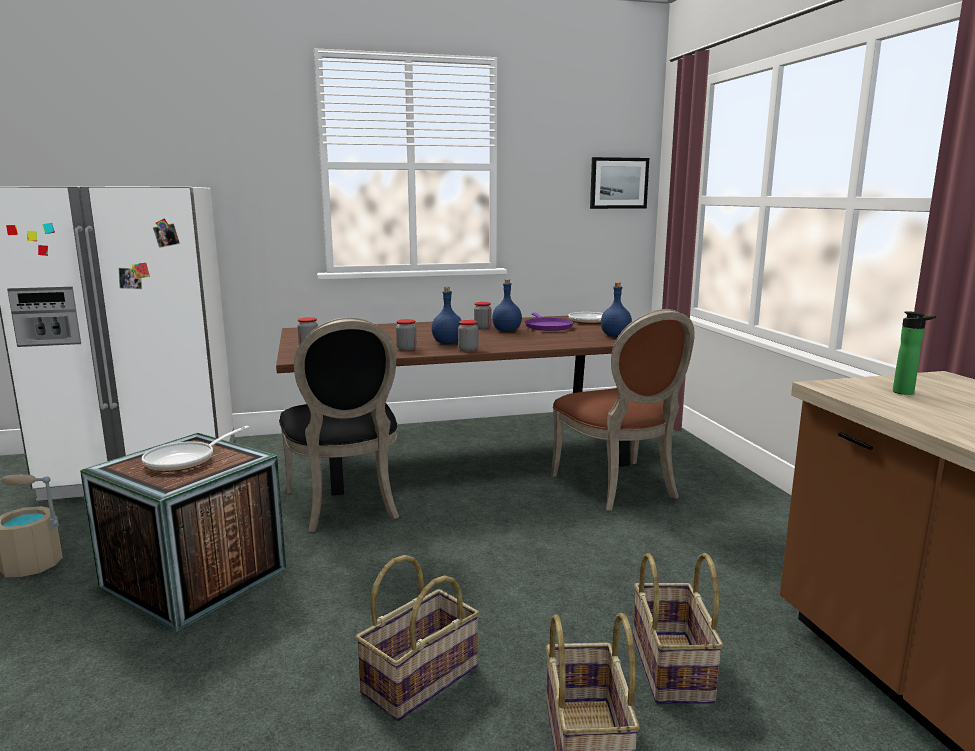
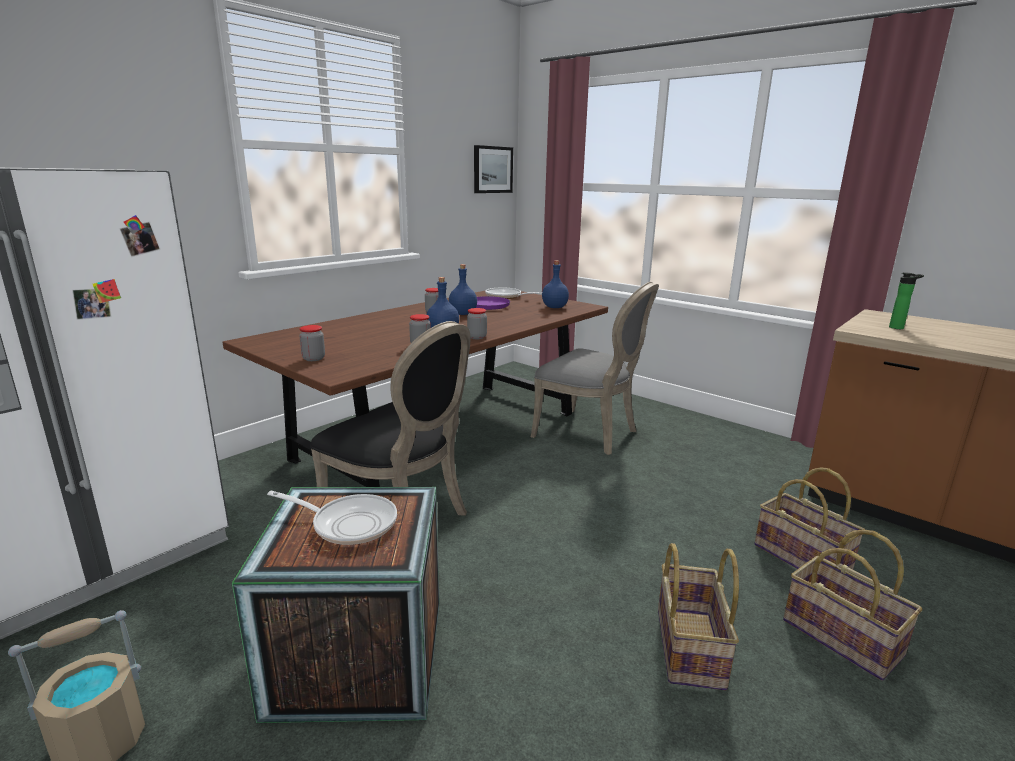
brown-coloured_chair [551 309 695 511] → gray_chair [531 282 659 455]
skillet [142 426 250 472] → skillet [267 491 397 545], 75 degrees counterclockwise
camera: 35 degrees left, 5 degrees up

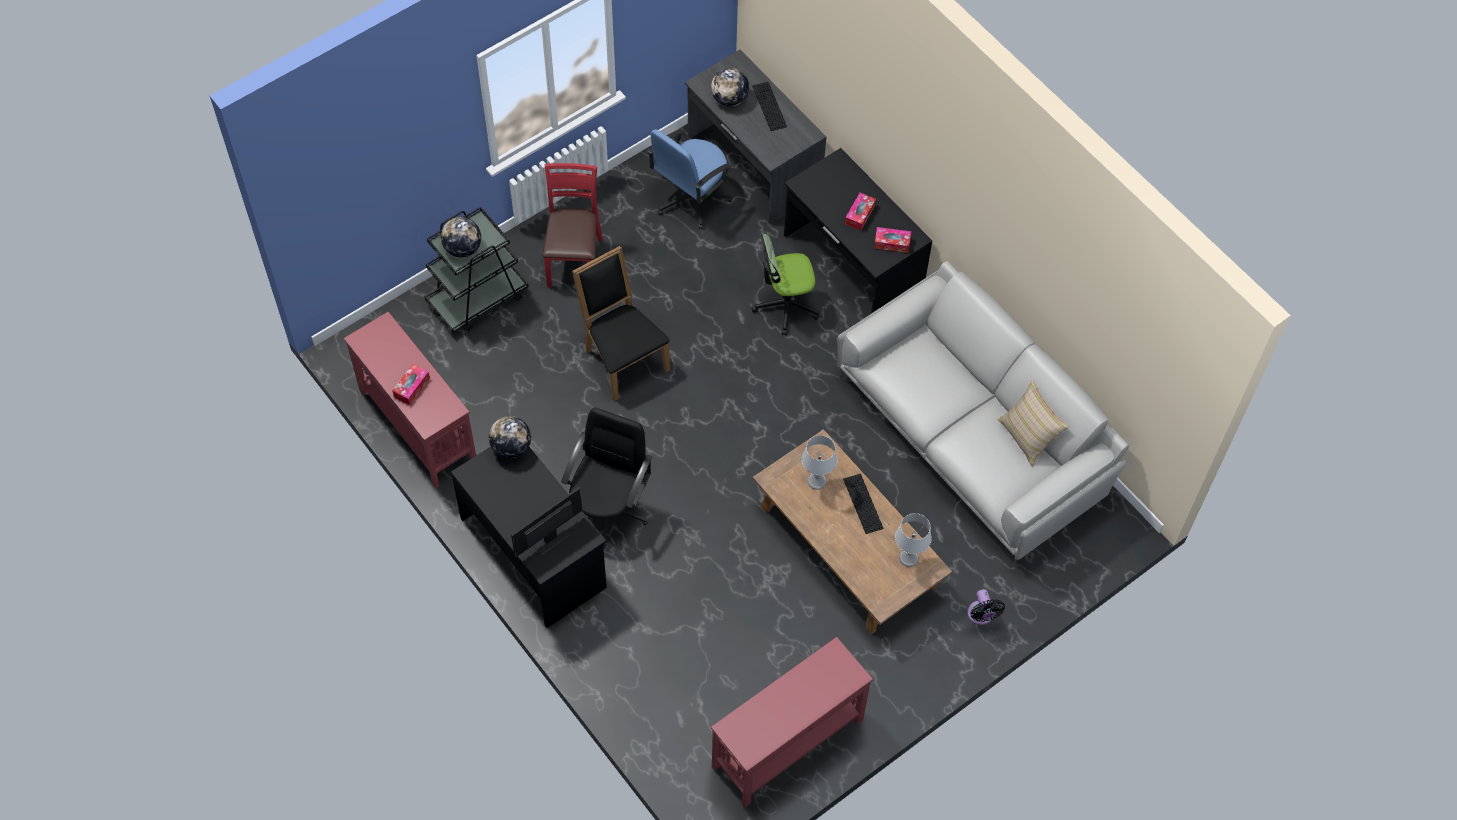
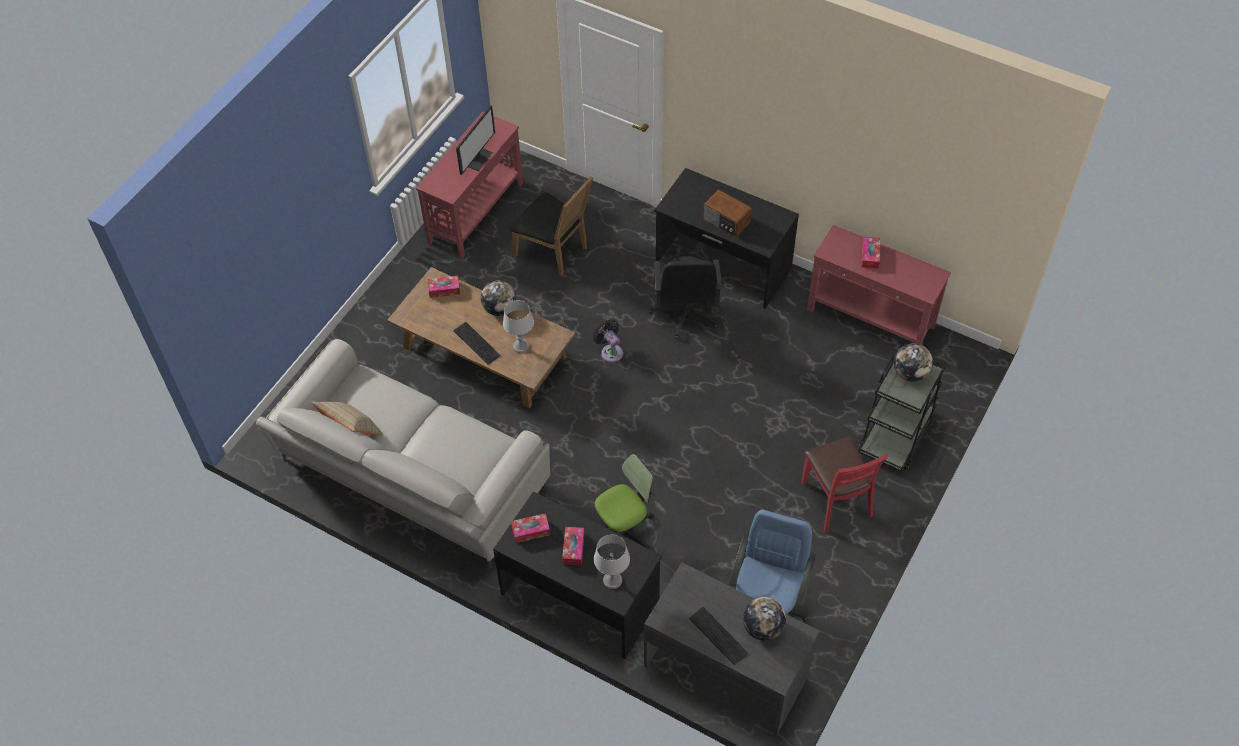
black_chair [572 246 670 401] → black_chair [511 176 593 276], shifted
globe [489 416 531 459] → globe [481 280 516 316], shifted
computer_display [511 487 582 557] → computer_display [456 105 495 175], shifted
gray_tabletop_lamp [895 513 932 567] → gray_tabletop_lamp [594 534 630 589], shifted
black_fan [967 589 1005 625] → black_fan [593 320 623 363], shifted
- → radio_receiver [703 190 752 238]
- → tissue_box [428 276 460 298]
camera: 160 degrees right, 5 degrees down

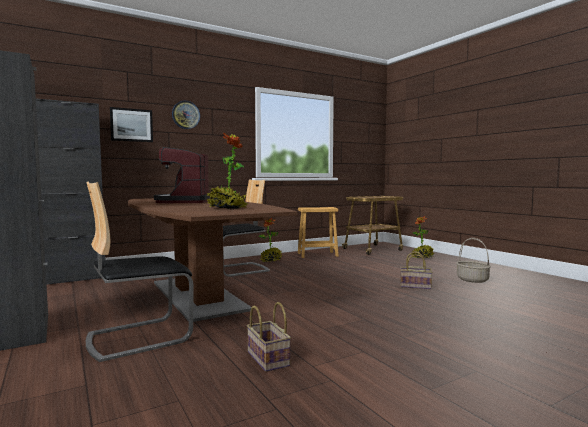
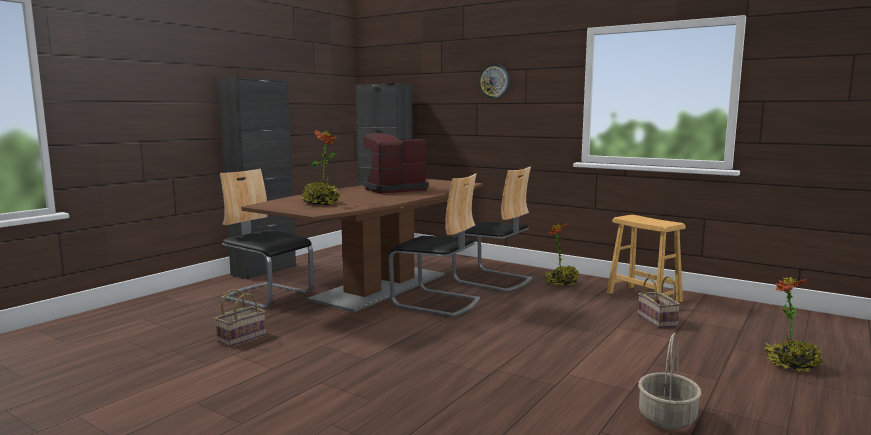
picture [110 107 153 142] → -
wheeled_cart [340 196 403 255] → -
basket [400 251 433 289] → basket [638 276 680 328], shifted
- → chair [389 173 480 317]
camera: 65 degrees right, 5 degrees up

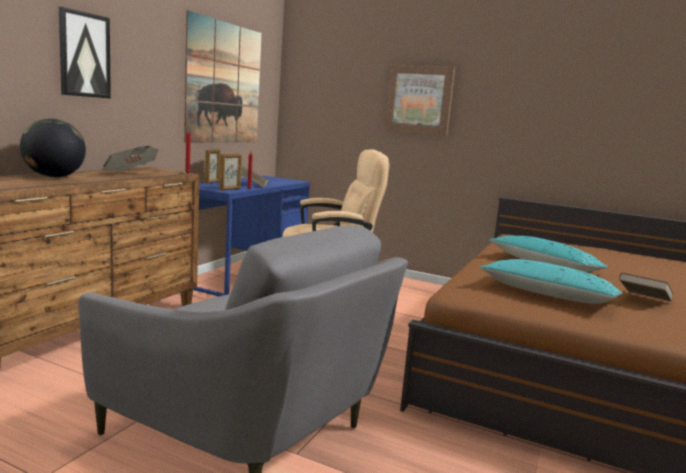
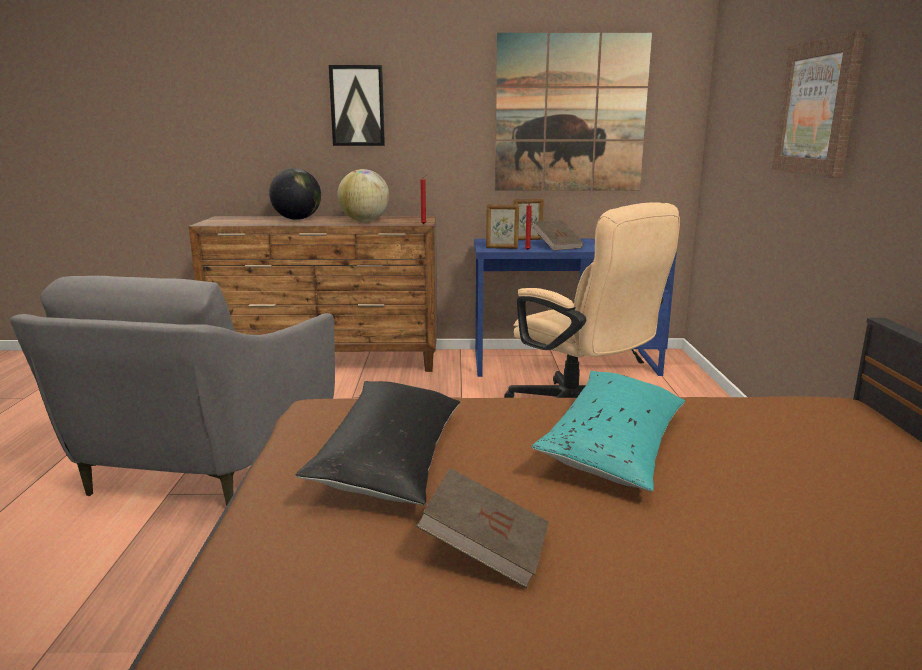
daily_paper [102 146 159 171] → globe [337 169 390 222]
blue-green_throw_pillow [479 259 622 304] → black_throw_pillow [295 381 460 505]
camera: 65 degrees right, 5 degrees up

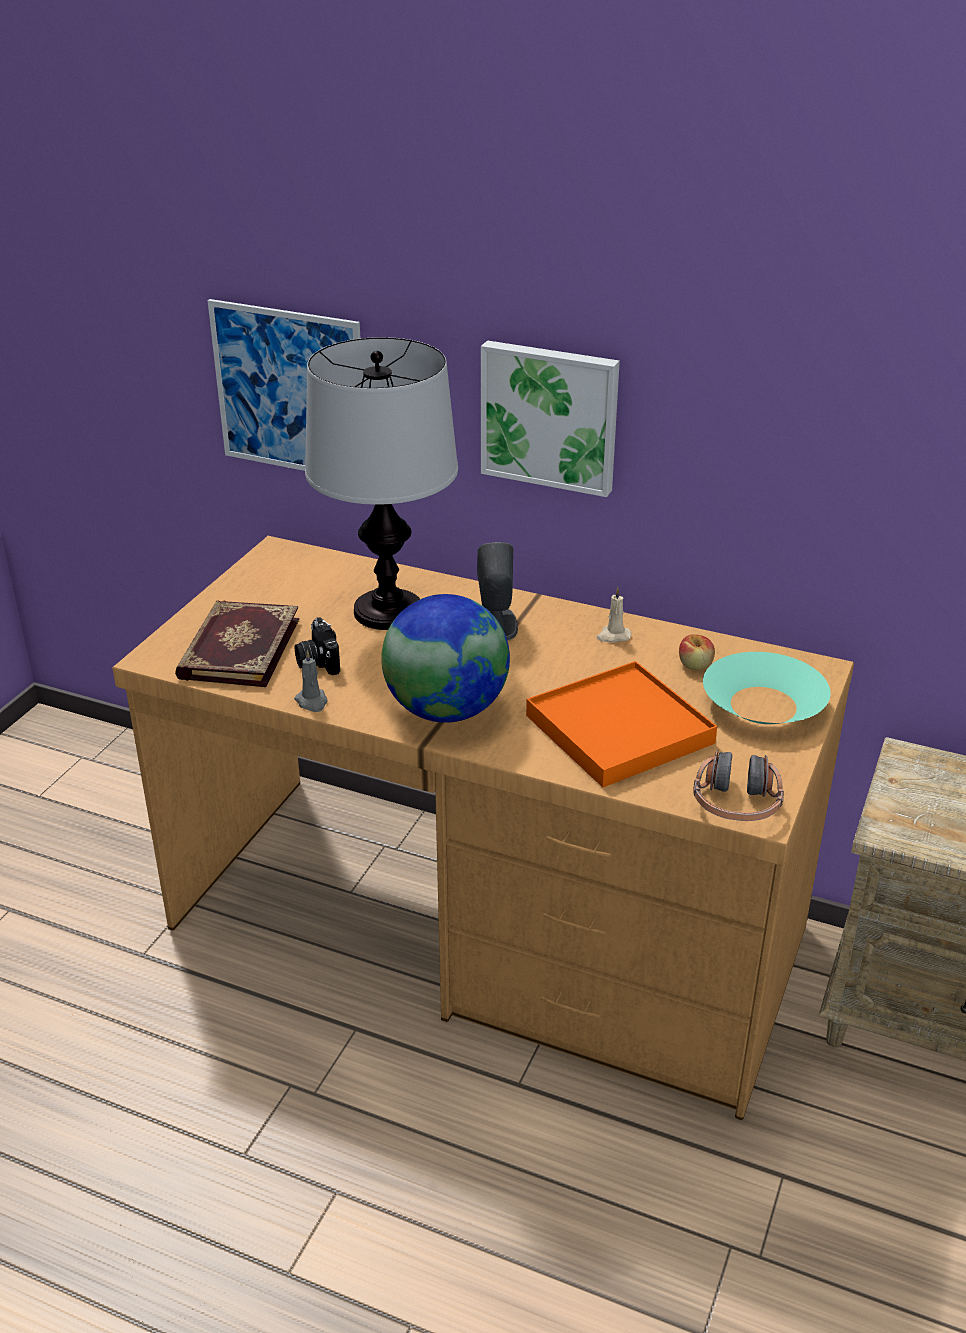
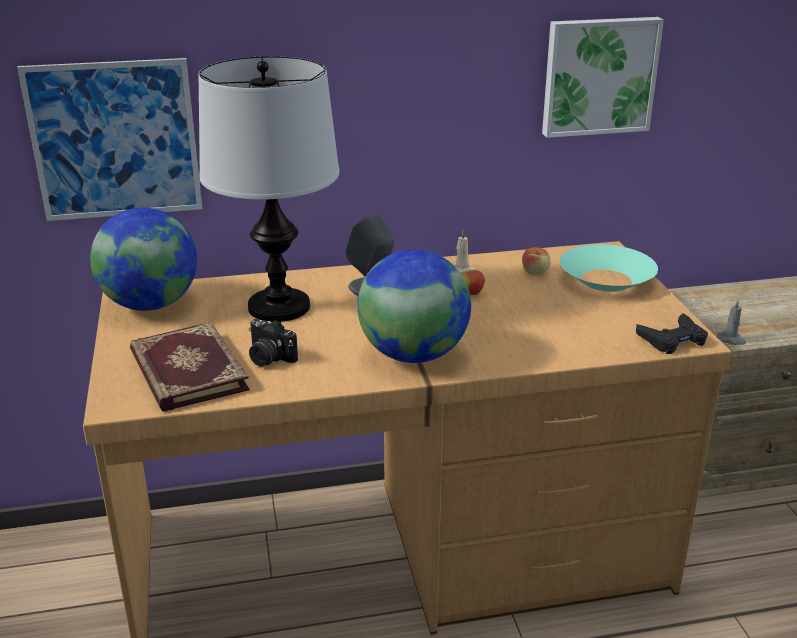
picture [481 340 620 497] → picture [542 17 664 138], shifted
gray_wax_light [294 650 328 712] → gray_wax_light [717 300 746 345], shifted
orange-coloured_carrying_tray [526 661 717 787] → -
headset [693 750 784 821] → black_joypad [636 313 708 354]
- → globe [90 207 197 311]
- → apple_fruit [461 266 485 295]
camera: 35 degrees left, 5 degrees down

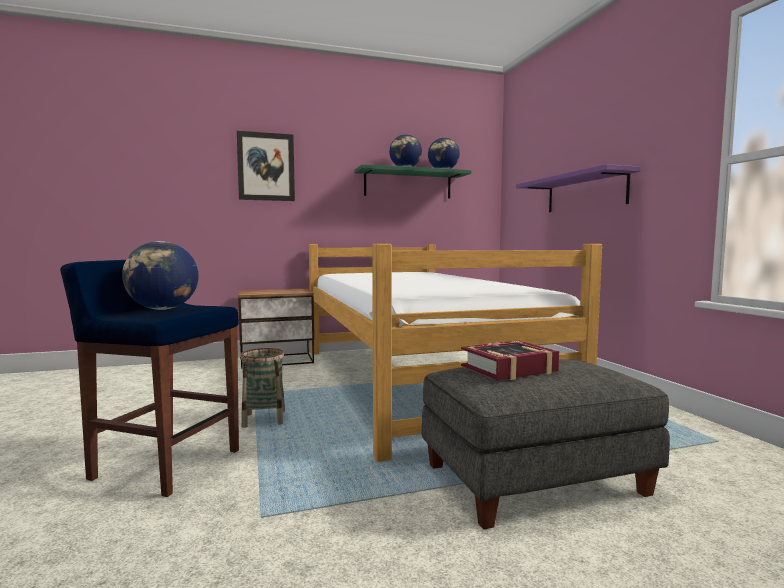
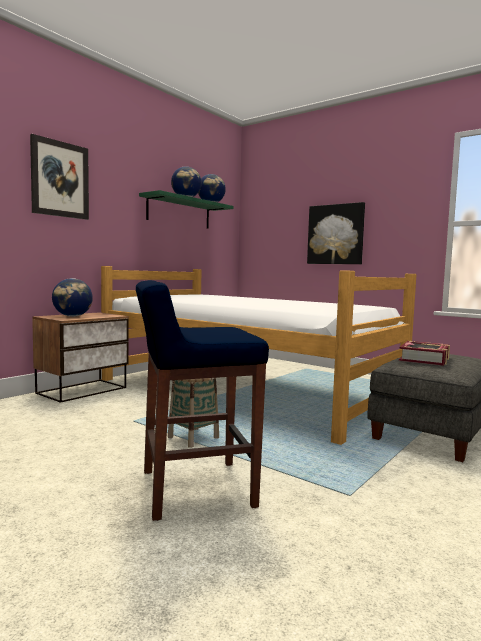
purplish_shelf [516 164 641 212] → picture [307 202 365 264]
globe [122 241 198 310] → globe [52 278 93 317], shifted
camera: 35 degrees left, 0 degrees up

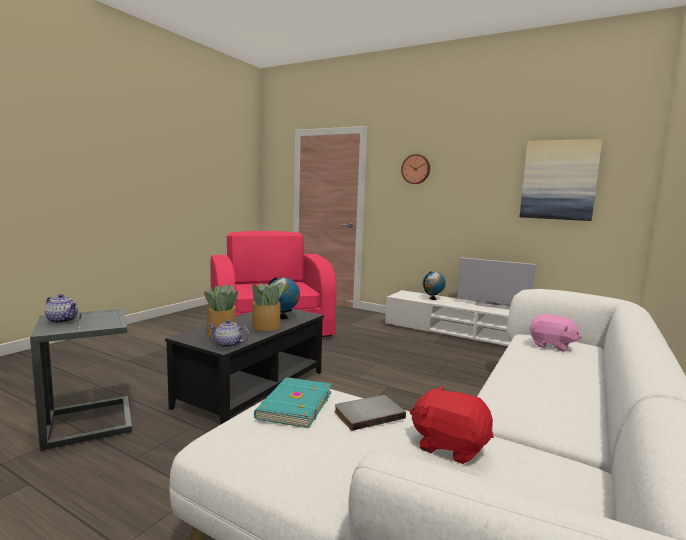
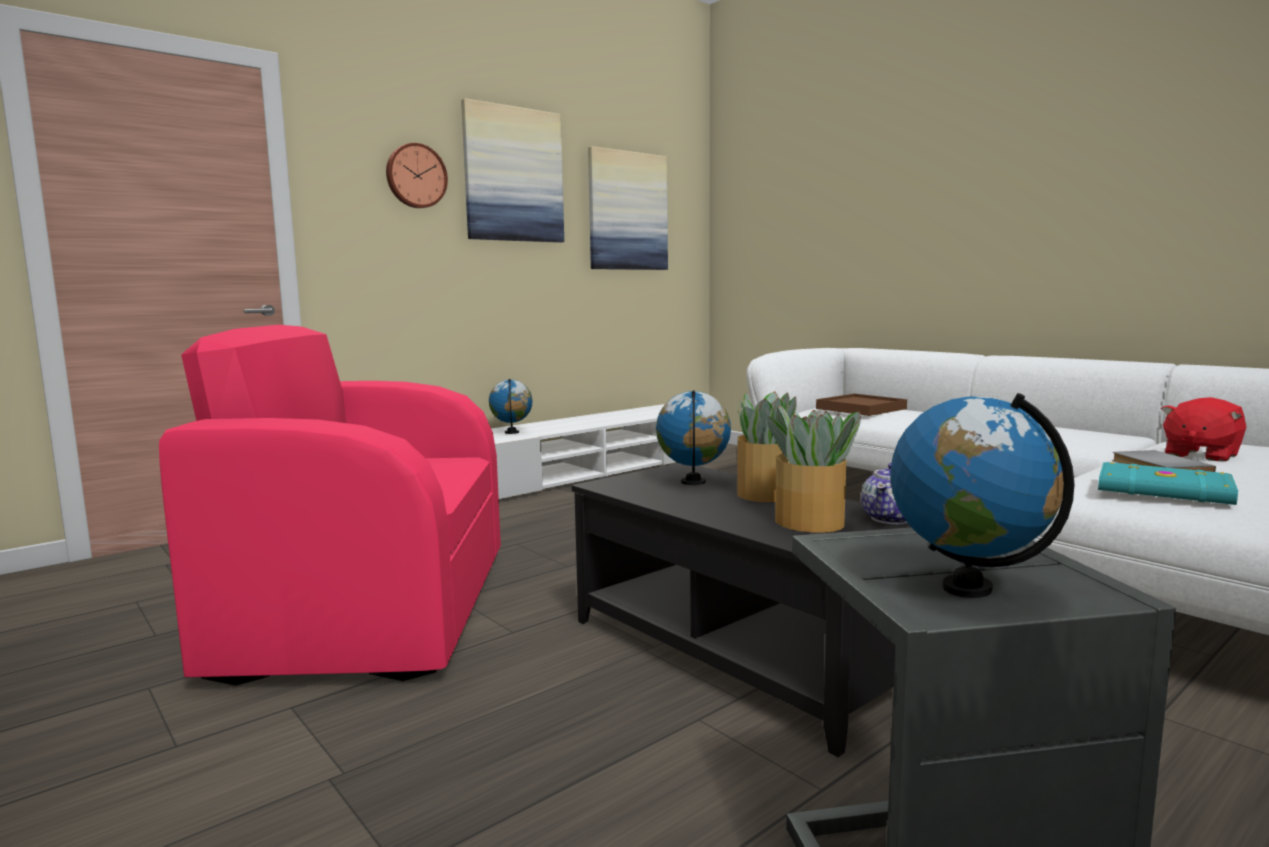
television [457 257 536 310] → -
pot_for_tea [45 294 78 323] → globe [890 393 1075 598]
pinkish_cuddly_toy [529 314 582 352] → brown-coloured_carrying_tray [816 394 907 416]
- → picture [461 98 564 243]
camera: 70 degrees left, 0 degrees up

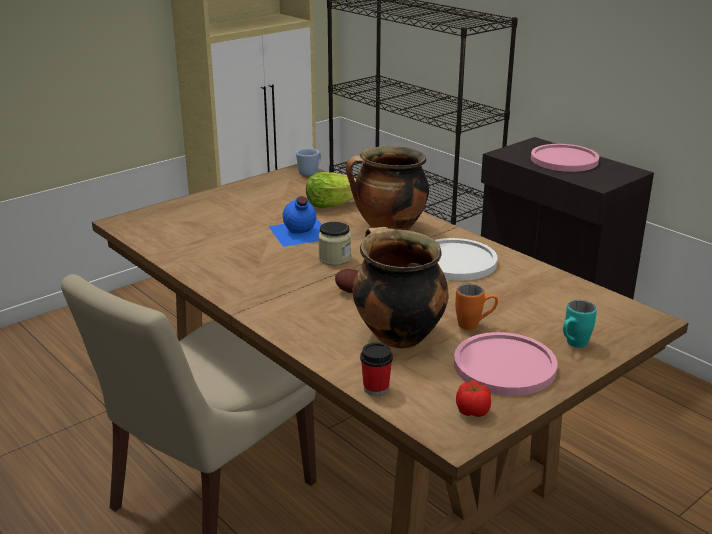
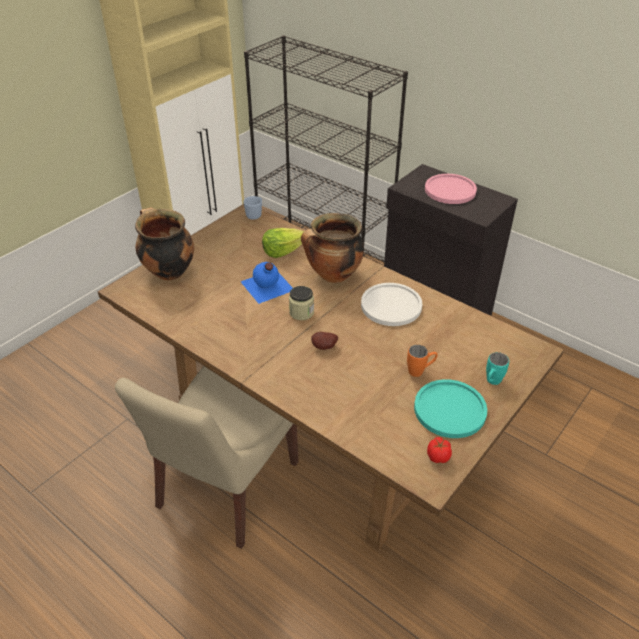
saucepot [352 227 449 349] → saucepot [135 207 194 281], shifted
pinkish_plate [454 332 557 396] → blue-green_plate [414 379 487 438]
small_cup [360 343 393 396] → -
camera: 10 degrees left, 15 degrees up

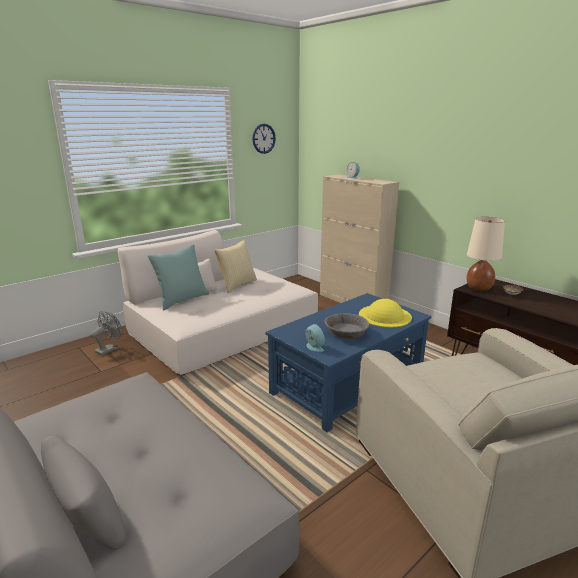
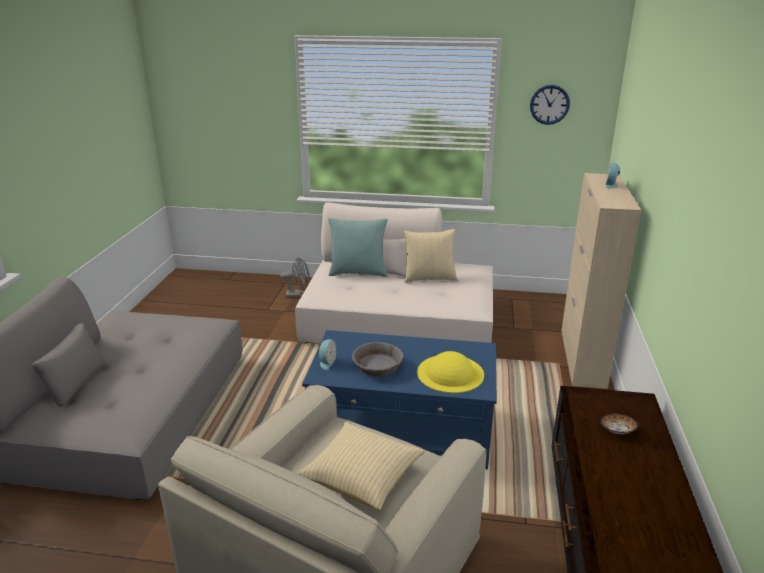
beige_tabletop_lamp [466 217 505 291] → -
- → throw_pillow [297 422 424 511]
camera: 50 degrees right, 5 degrees up

